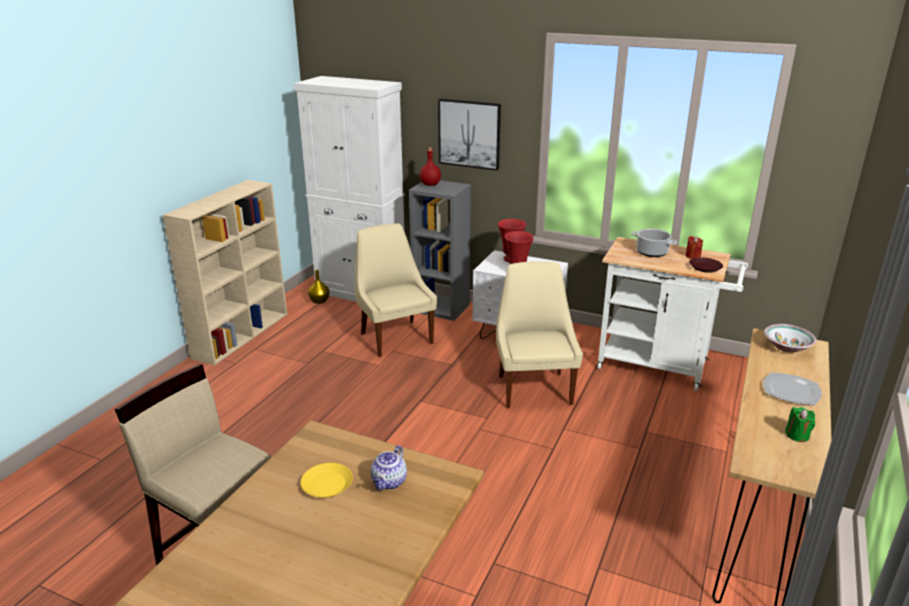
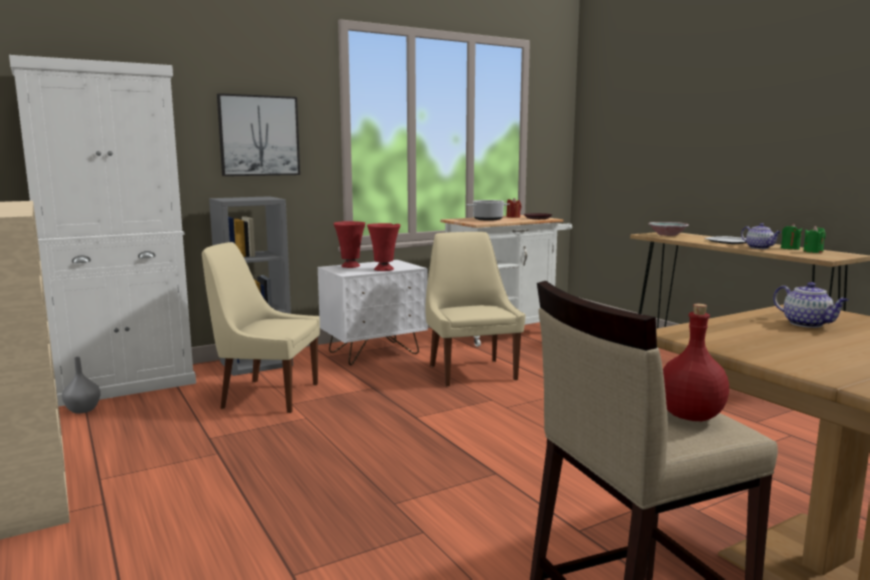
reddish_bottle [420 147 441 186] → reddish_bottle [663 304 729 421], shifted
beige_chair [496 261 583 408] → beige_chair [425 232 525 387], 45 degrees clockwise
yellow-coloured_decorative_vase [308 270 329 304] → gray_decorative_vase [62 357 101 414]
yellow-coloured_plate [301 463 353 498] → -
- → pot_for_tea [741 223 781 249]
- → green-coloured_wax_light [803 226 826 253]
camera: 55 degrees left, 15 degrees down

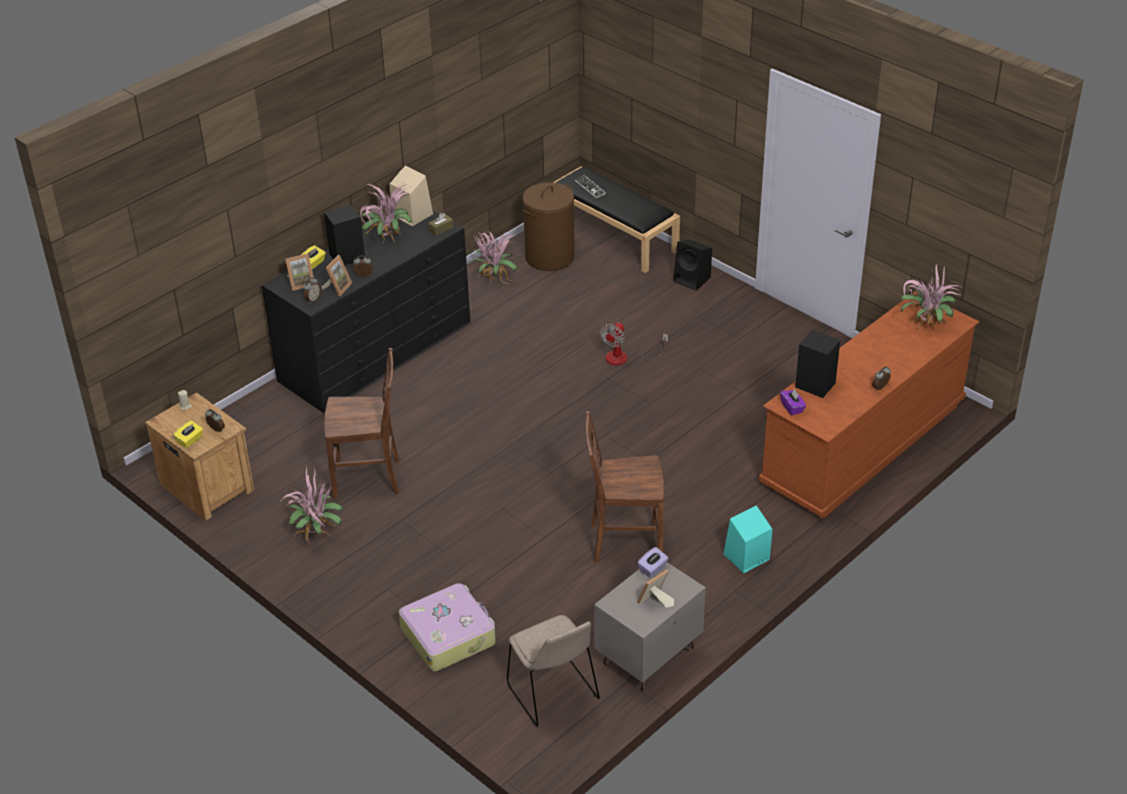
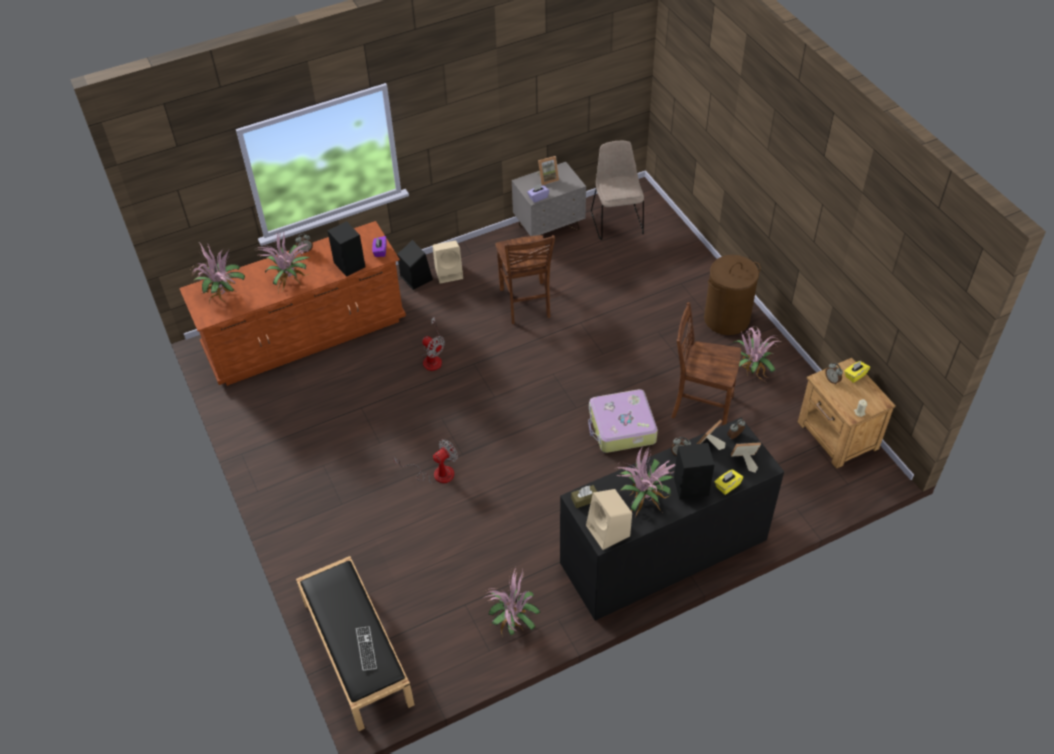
brown-coloured_laundry_basket [523 182 575 271] → brown-coloured_laundry_basket [704 255 761 335], shifted
black_loudspeaker [673 239 712 291] → black_loudspeaker [397 240 433 290], shifted
brown-coloured_chair [586 411 664 563] → brown-coloured_chair [495 235 555 324], 60 degrees clockwise
blue-green_loudspeaker [723 505 773 573] → beige_loudspeaker [432 240 463 284]
piece_of_luggage [399 583 496 671] → piece_of_luggage [588 389 658 453], shifted
- → houseplant [258 232 310 293]
- → fan [422 317 445 371]
camera: 160 degrees left, 10 degrees up

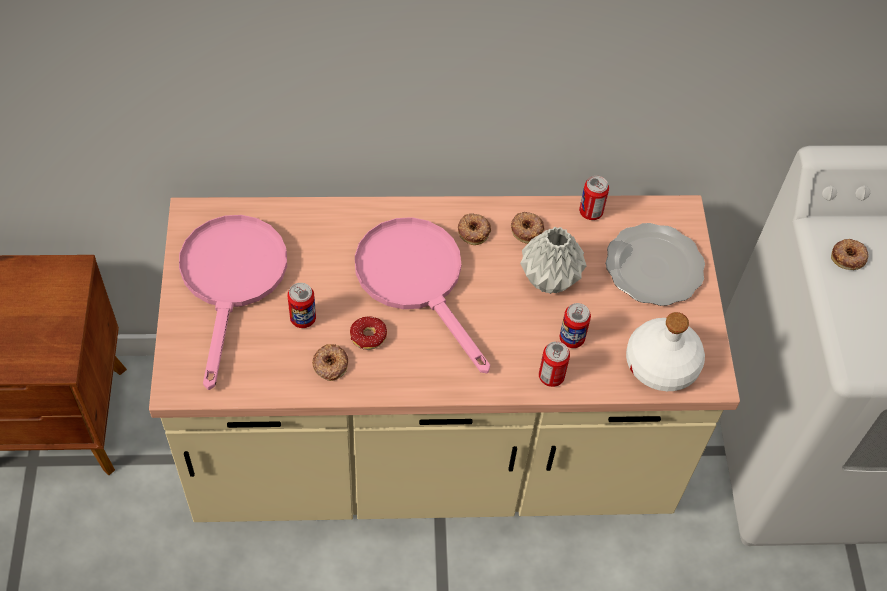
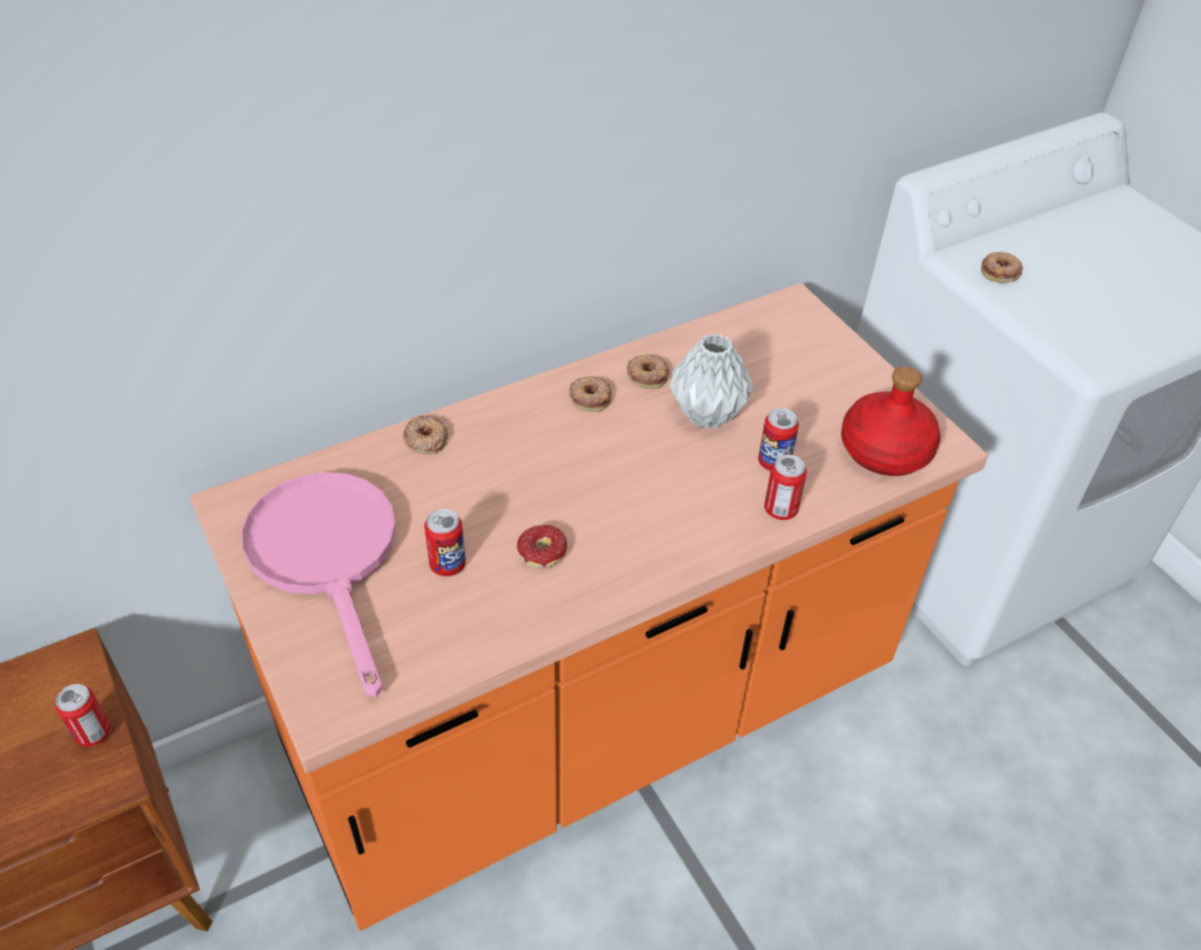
metal_can [579 176 609 220] → metal_can [55 684 111 747], shifted
beige_kitchen_base_unit [149 195 740 522] → orange-coloured_kitchen_base_unit [190 283 988 931]
pinkish_skillet [355 217 490 373] → -
plate [606 223 705 306] → -
white_bottle [626 312 705 391] → reddish_bottle [841 367 941 476]
doughnut [312 344 348 381] → doughnut [403 415 448 454], shifted
camera: 25 degrees left, 10 degrees down

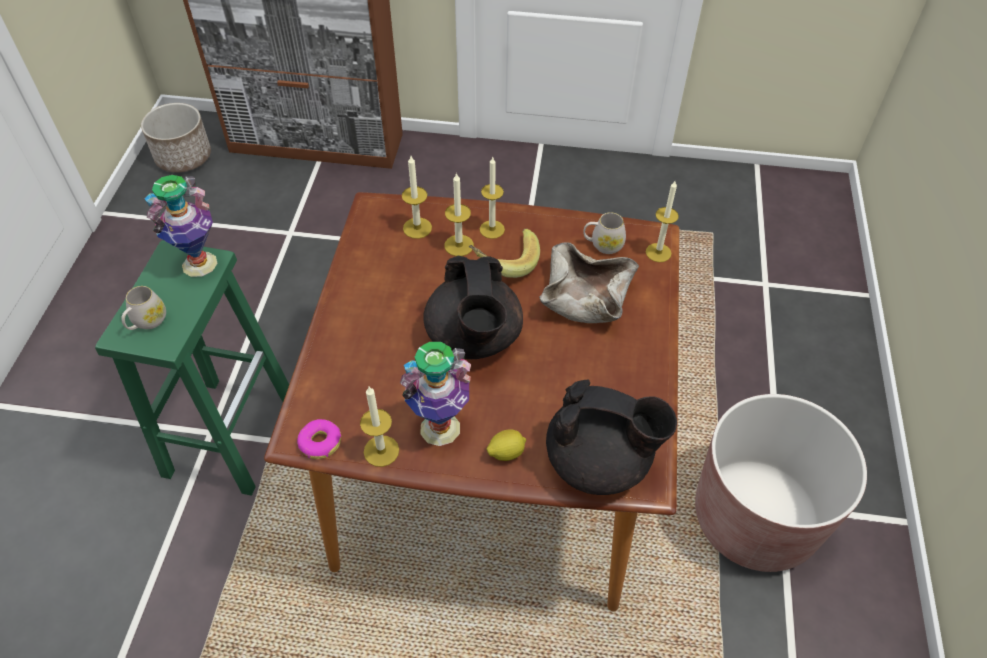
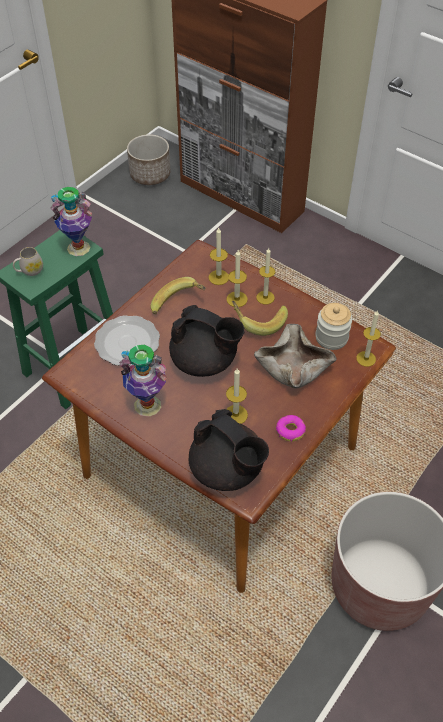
white_mug [583 212 626 254] → preserve_jar [315 303 352 350]
black_pot_for_tea [423 256 523 359] → black_pot_for_tea [169 305 245 377], 90 degrees counterclockwise
wax_light [360 387 399 467] → wax_light [226 369 248 424], shifted
doughnut [297 419 341 459] → doughnut [276 415 306 441], shifted
citrus_fruit [486 430 526 461] → -
- → banana [151 277 206 314]
- → plate [94 315 160 366]
camera: 30 degrees right, 0 degrees up

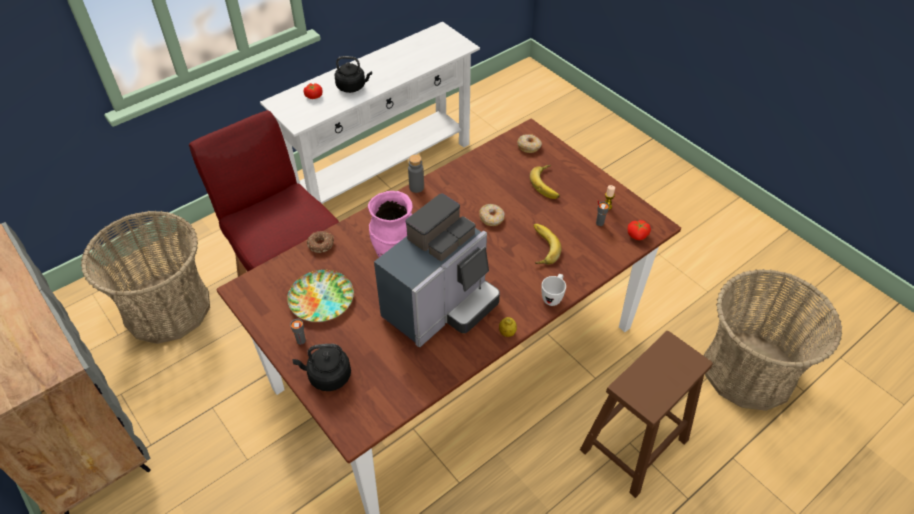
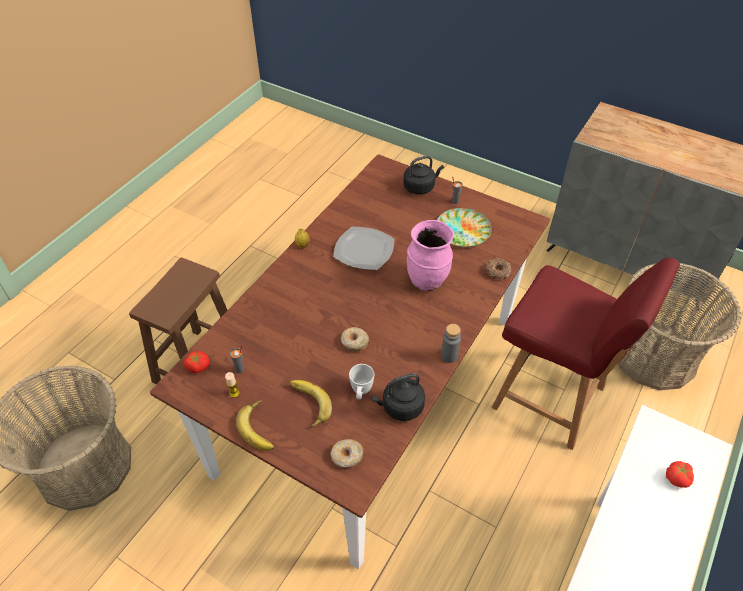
black_water_kettle [335 56 372 93] → black_water_kettle [371 373 425 421], shifted
coffee_machine [374 193 500 347] → plate [333 227 394 270]
banana [534 224 561 264] → banana [236 400 274 451], shifted
white_mug [541 274 566 306] → white_mug [349 364 374 400], shifted
camera: 160 degrees right, 0 degrees up

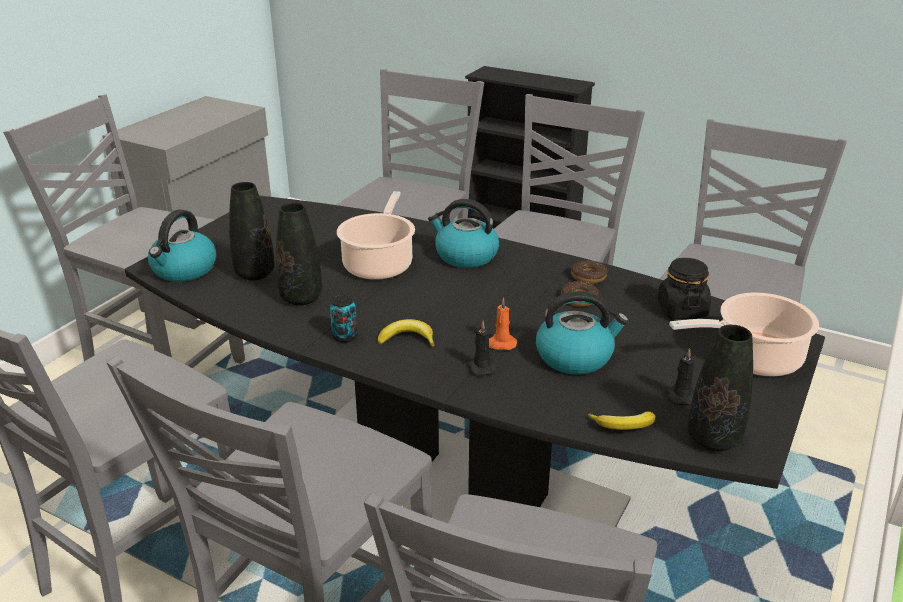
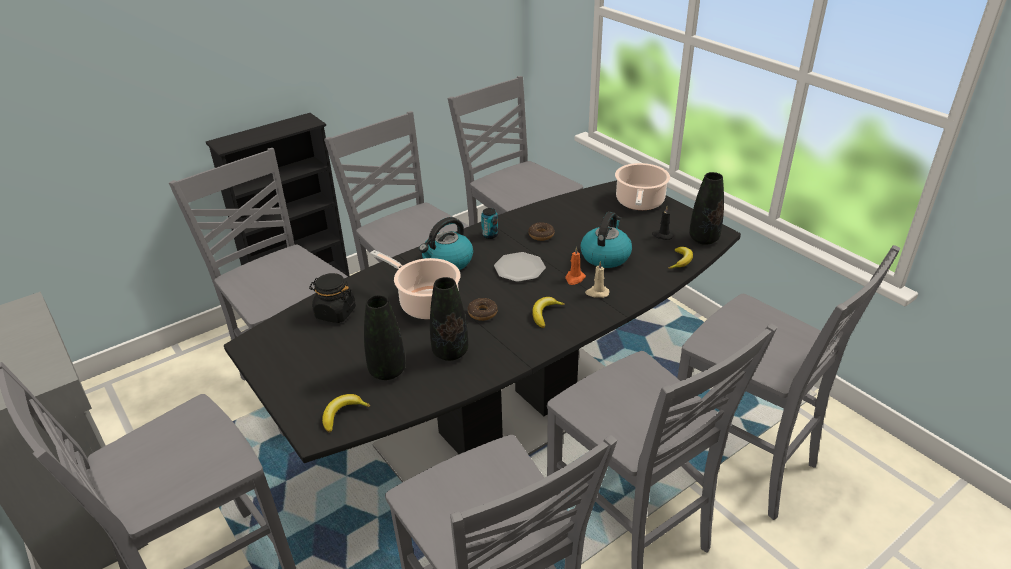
water_kettle [148 209 217 282] → banana [322 394 370 432]
black_preserve_jar [657 258 711 319] → black_preserve_jar [309 273 356 323], shifted
doughnut [571 260 607 284] → doughnut [468 298 498 321], shifted
metal_can [330 295 358 343] → metal_can [481 208 498 239], shifted
black_wax_light [468 321 498 376] → beige_wax_light [585 261 609 298]
- → plate [494 252 546 282]
camera: 65 degrees left, 5 degrees up

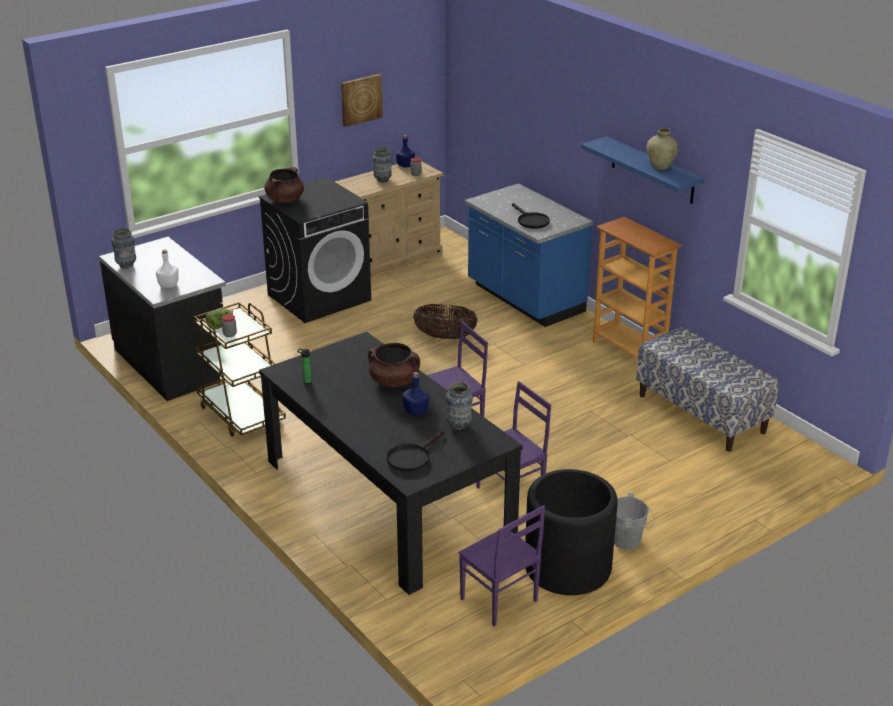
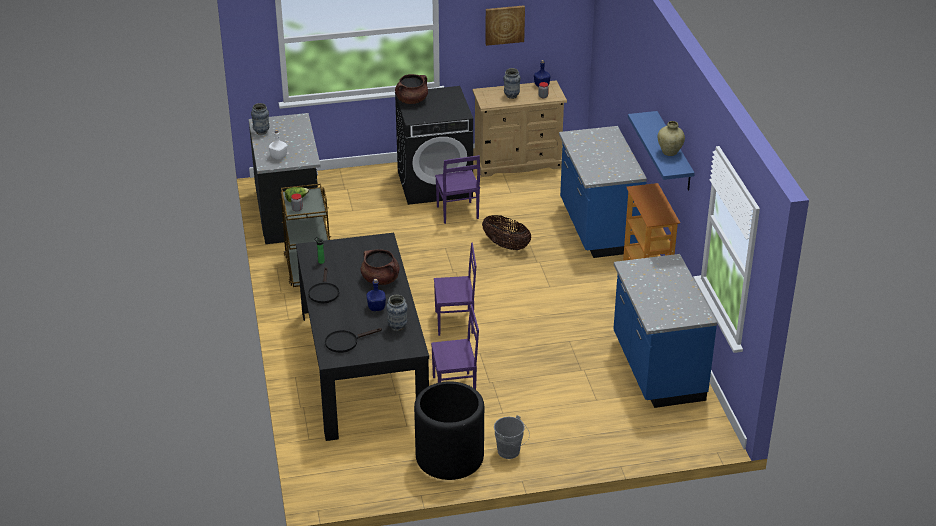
black_skillet [512 203 550 229] → black_skillet [308 267 339 303], shifted
indoor_bench [636 327 779 452] → bluish_kitchen_base_unit [613 254 717 408]
purplish_chair [459 505 545 627] → purplish_chair [435 155 480 224], shifted
camera: 25 degrees right, 5 degrees up

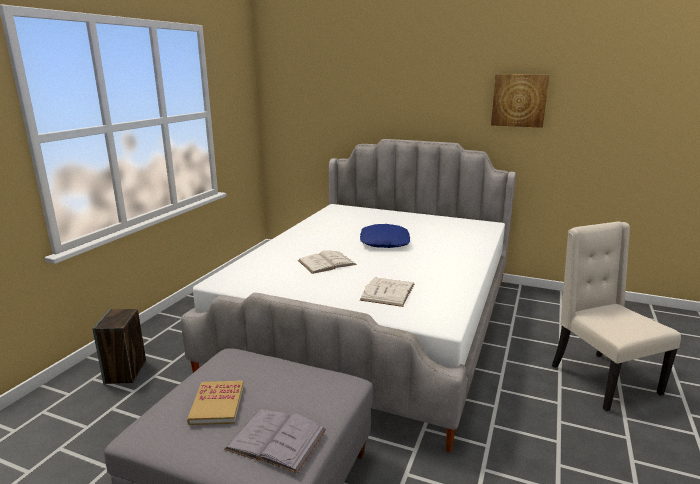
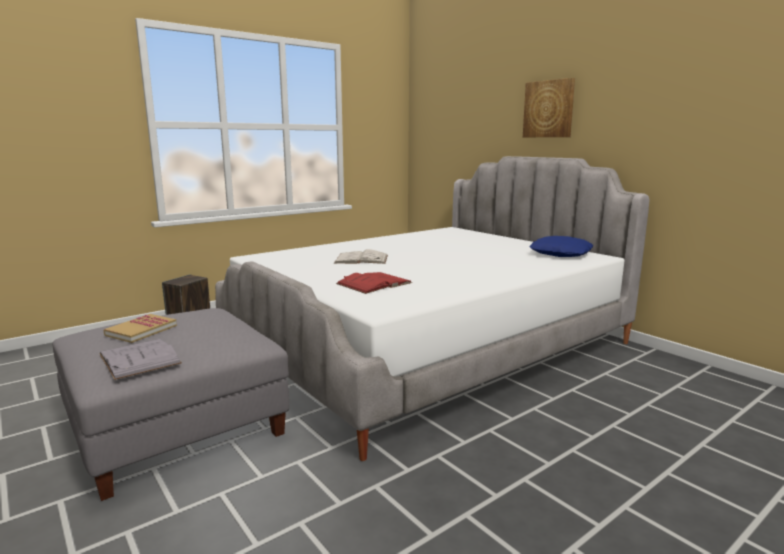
picture [491 74 550 128] → picture [523 78 575 137], shifted
beige_chair [552 222 681 411] → -
bluish_throw_pillow [360 224 410 248] → bluish_throw_pillow [529 236 594 257], shifted
white_bound_book [360 278 414 307] → reddish_bound_book [336 272 412 294]
camera: 30 degrees right, 5 degrees down

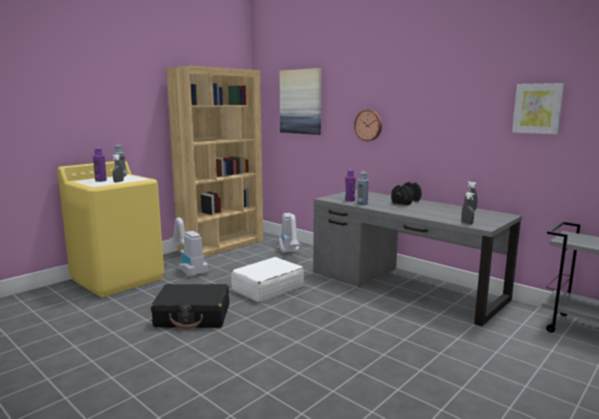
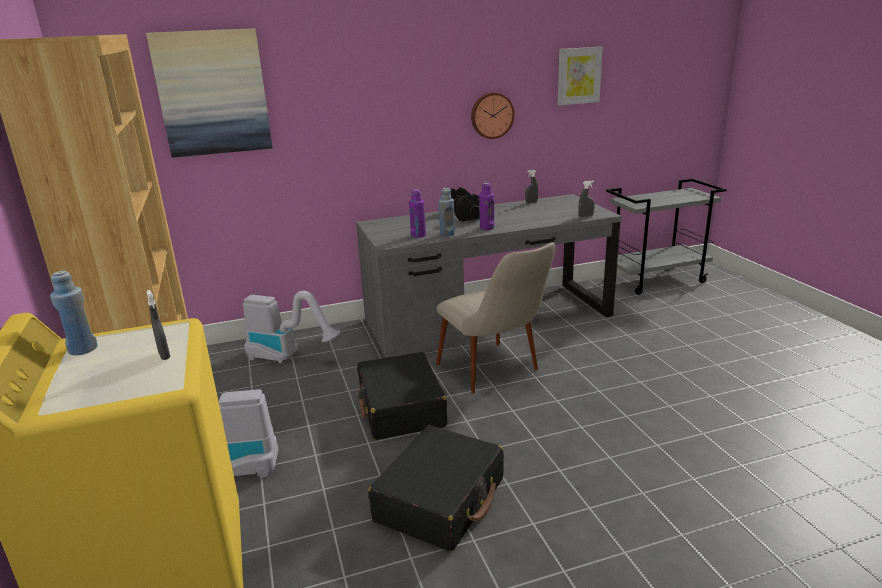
clock_on_the_wall [354 110 382 141] → clock_on_the_wall [471 92 514 139], shifted
purplish_bottle [93 147 107 182] → purplish_bottle [479 183 494 230], shifted
white_piece_of_luggage [231 257 304 303] → black_piece_of_luggage [357 352 447 440]
- → beige_chair [436 242 555 393]
camera: 60 degrees left, 10 degrees up

